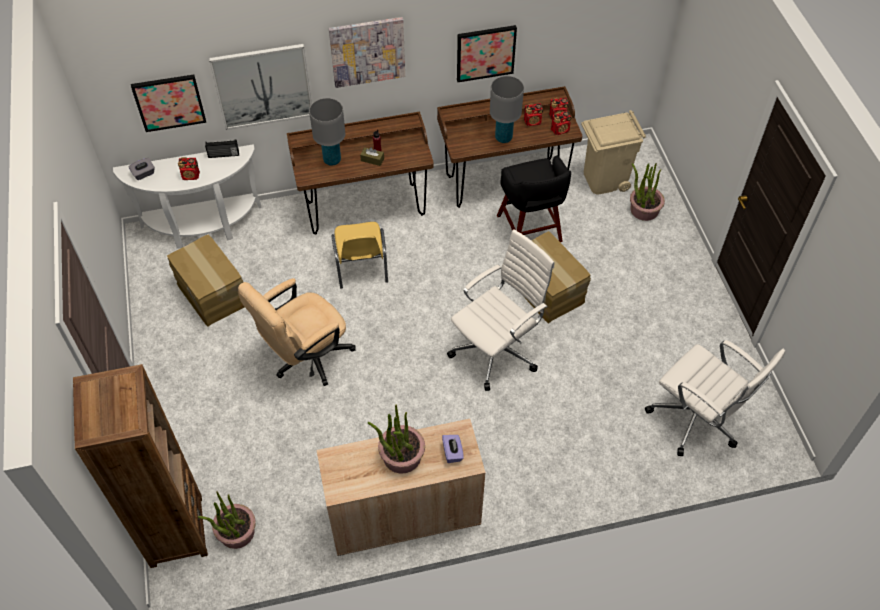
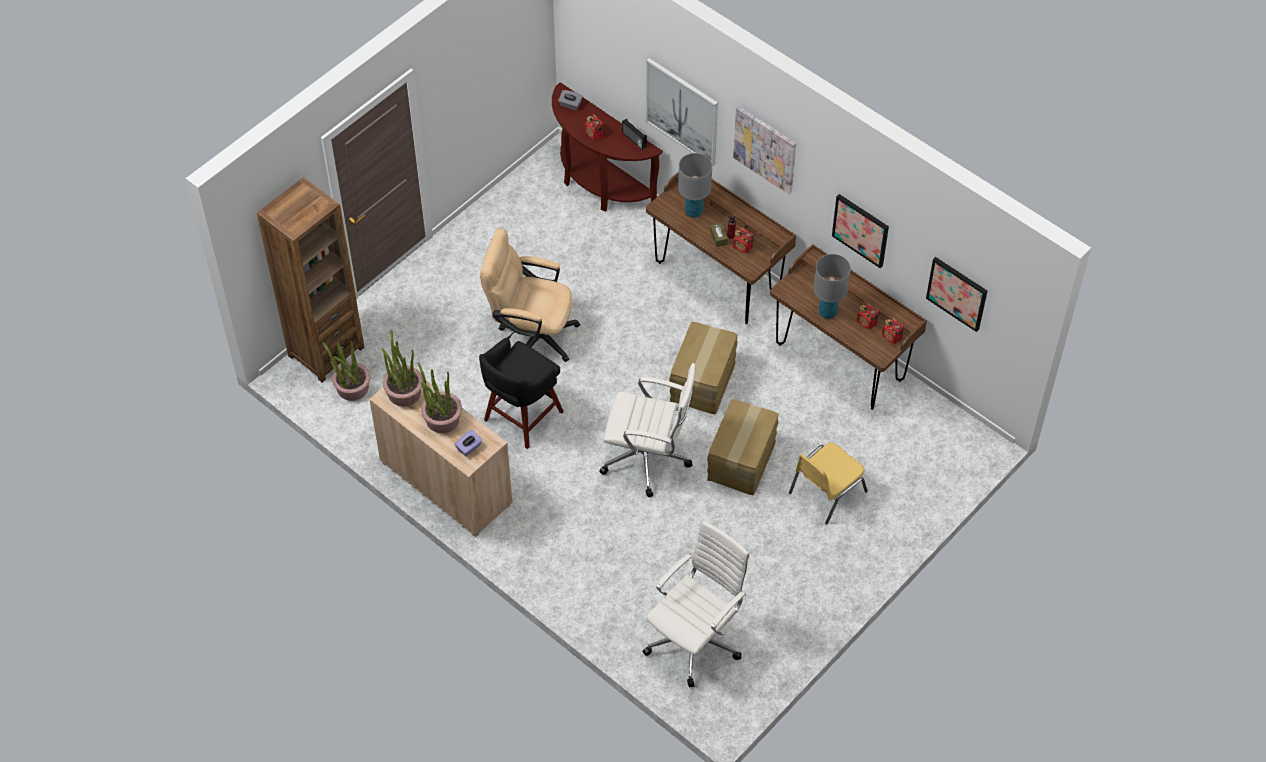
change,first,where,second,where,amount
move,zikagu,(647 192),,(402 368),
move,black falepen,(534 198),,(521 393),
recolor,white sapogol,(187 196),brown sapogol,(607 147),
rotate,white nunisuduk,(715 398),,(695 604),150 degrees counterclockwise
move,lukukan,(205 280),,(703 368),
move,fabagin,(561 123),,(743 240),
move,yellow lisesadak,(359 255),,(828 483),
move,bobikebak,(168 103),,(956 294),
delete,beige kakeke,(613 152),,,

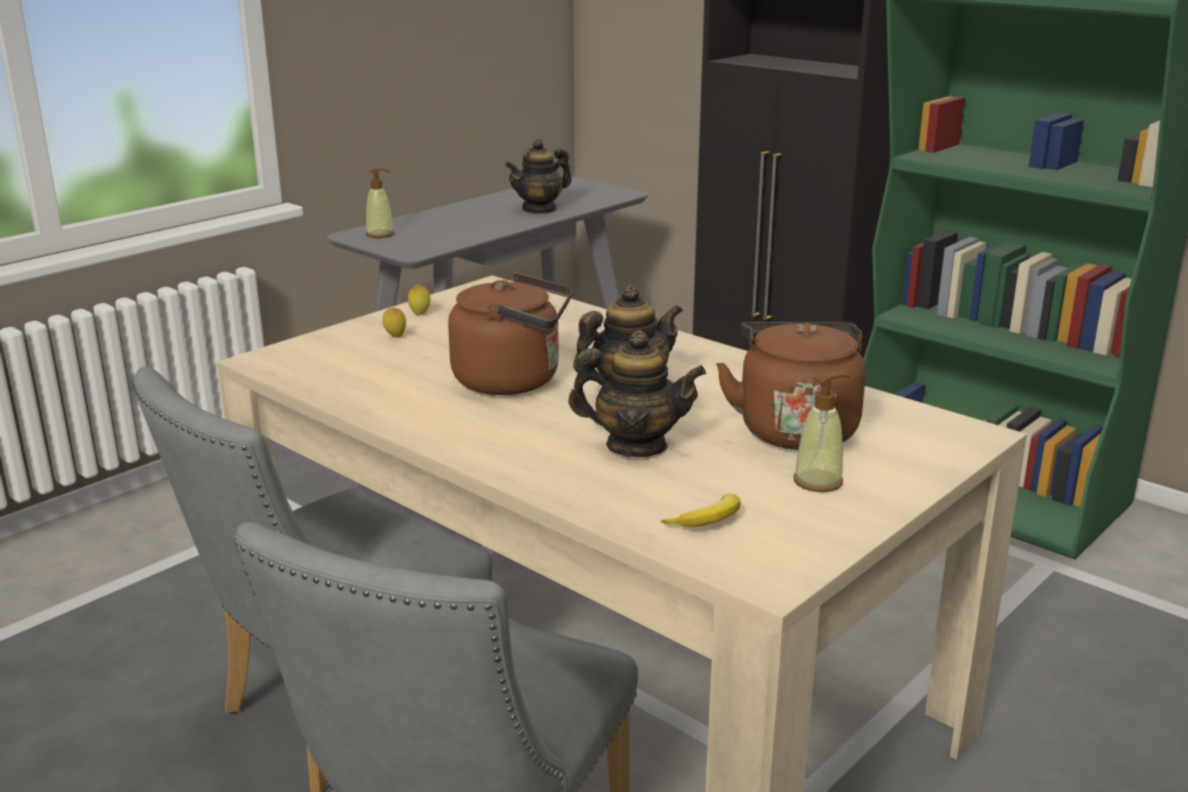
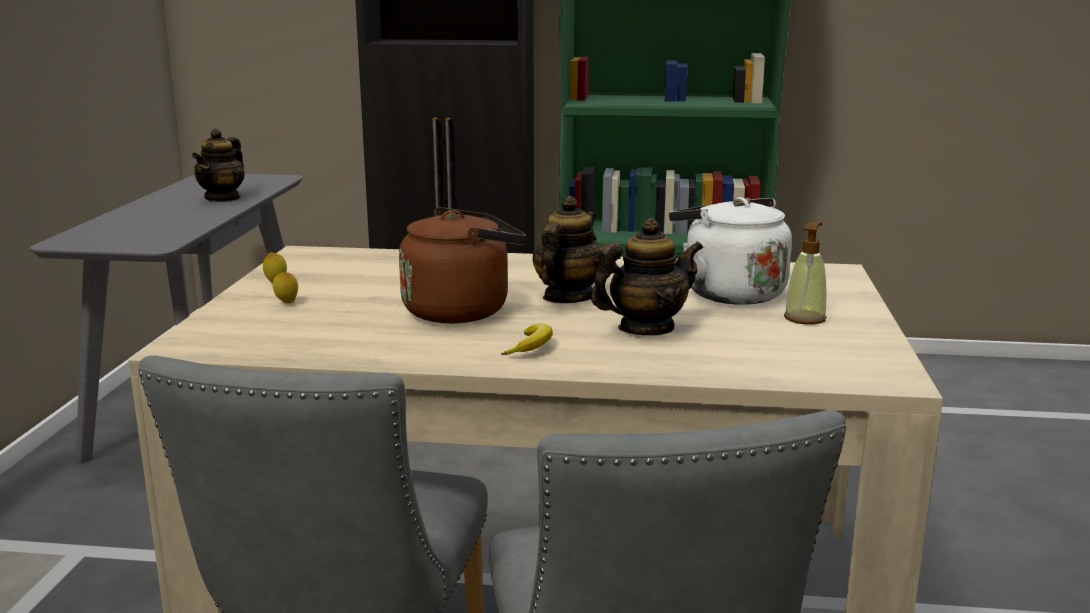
change,first,where,second,where,amount
move,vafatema,(700 510),,(527 339),
recolor,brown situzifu,(791 386),white situzifu,(730 251),
delete,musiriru,(380 203),,,

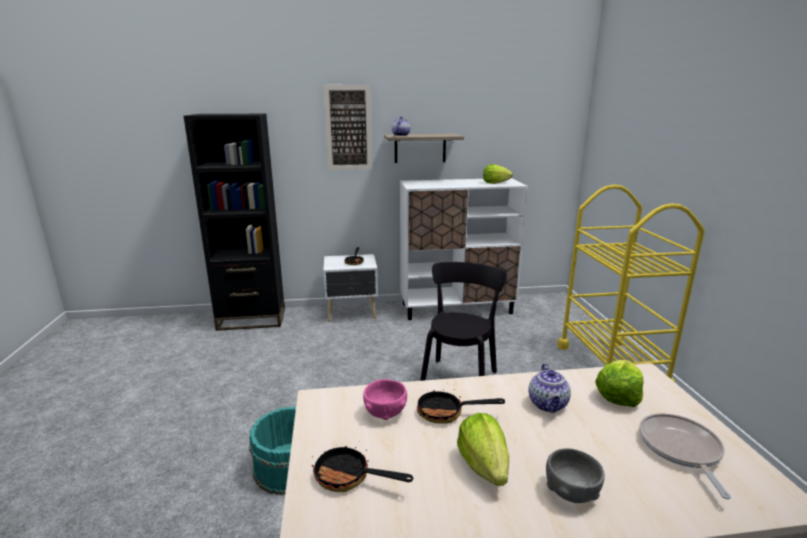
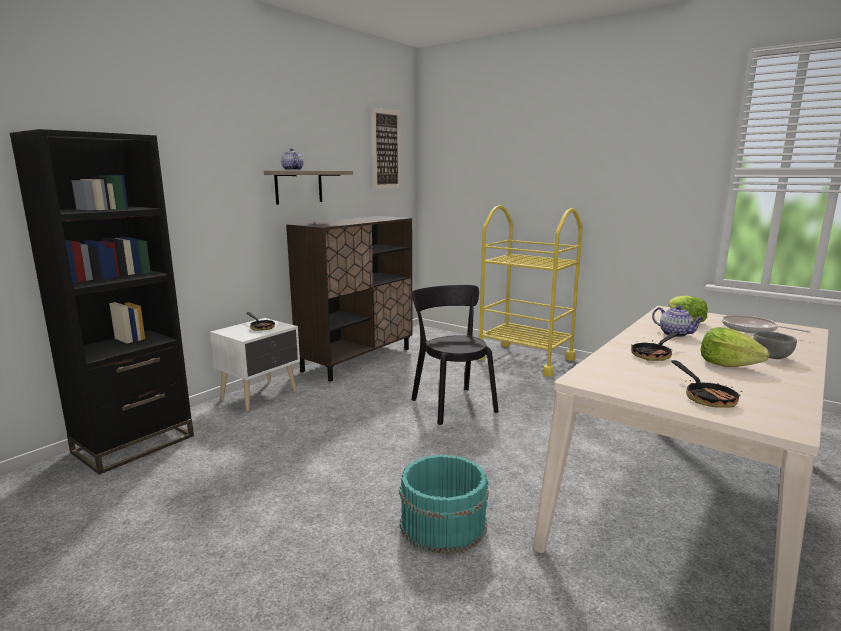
change,first,where,second,where,amount
recolor,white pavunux,(464 249),brown pavunux,(349 299),
move,bobikebak,(347 127),,(386 148),
rotate,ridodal,(362 466),,(707 384),75 degrees counterclockwise
delete,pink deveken,(385 399),,,
delete,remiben,(498 174),,,

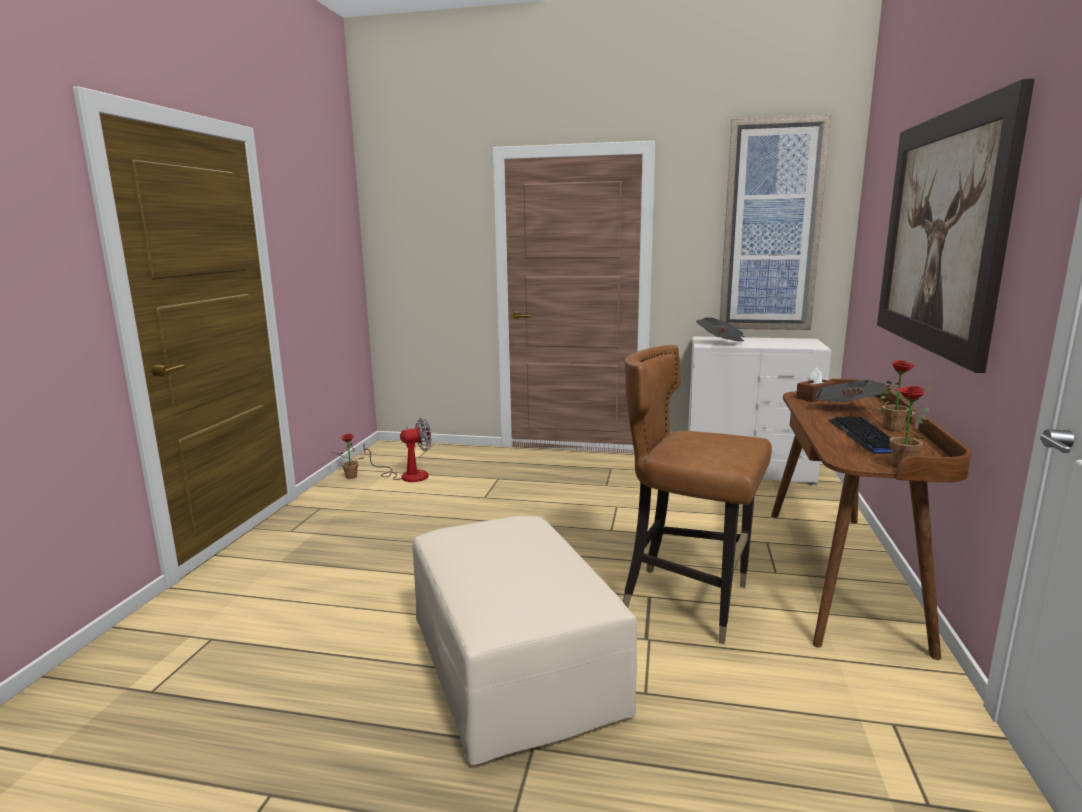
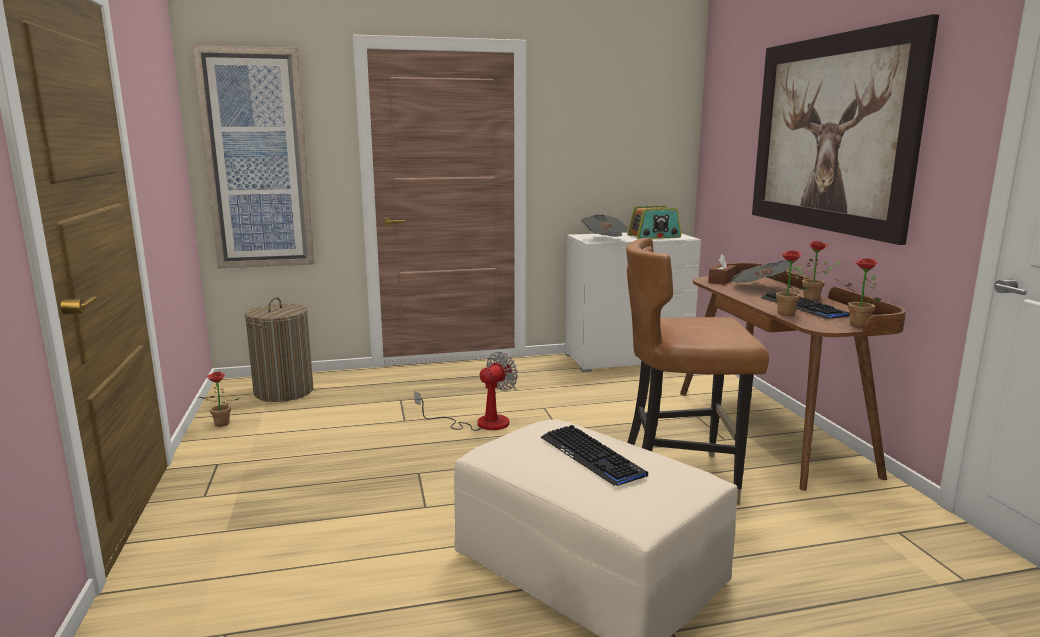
change,first,where,second,where,amount
move,bobikebak,(775 222),,(253 156),
insert,,,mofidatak,(279 349),
move,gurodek,(397 450),,(466 391),
insert,,,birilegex,(594 455),
insert,,,fabagin,(654 222),
insert,,,zikagu,(786 283),

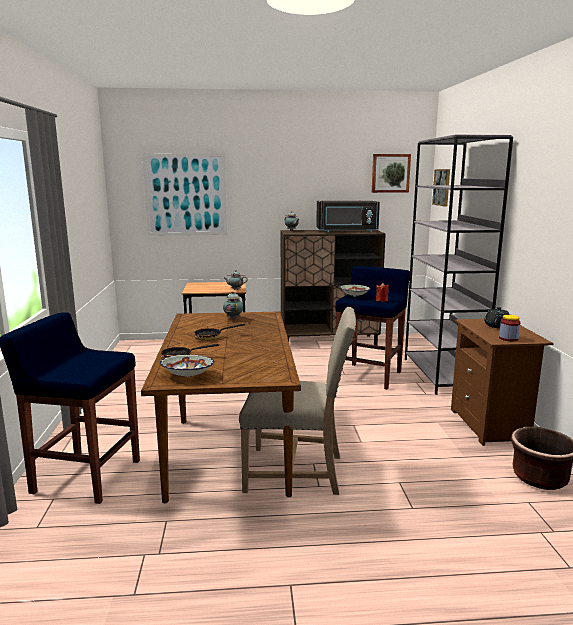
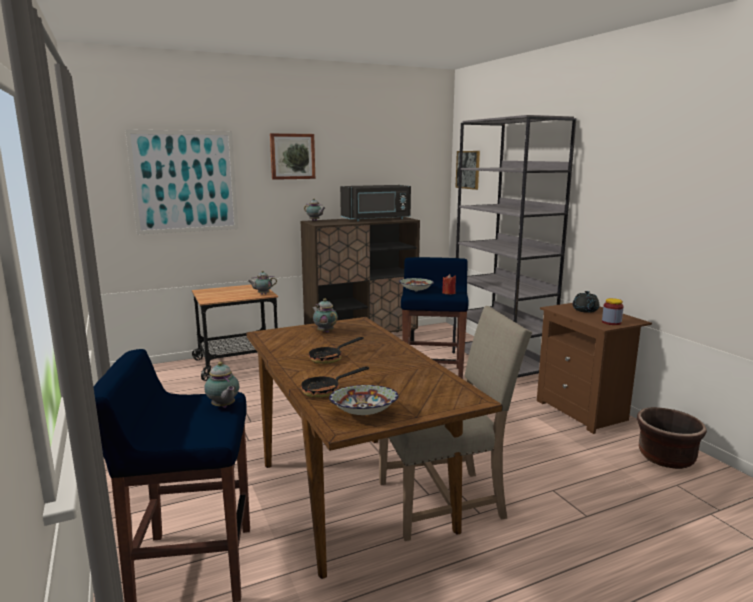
change,first,where,second,where,amount
insert,,,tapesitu,(221 385),
move,bobikebak,(391 173),,(292 156),

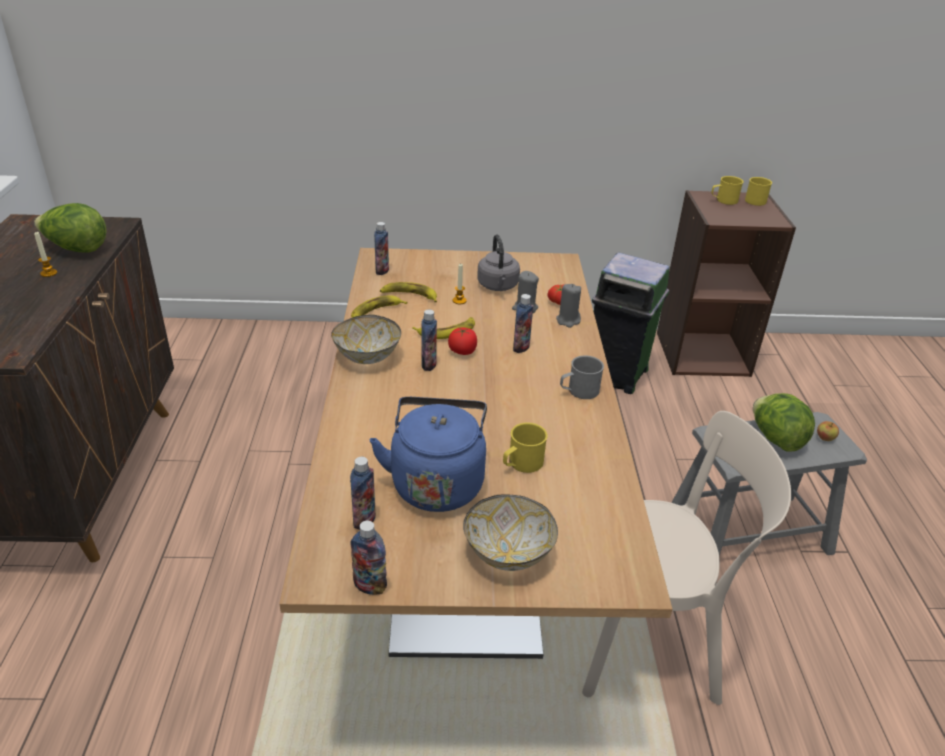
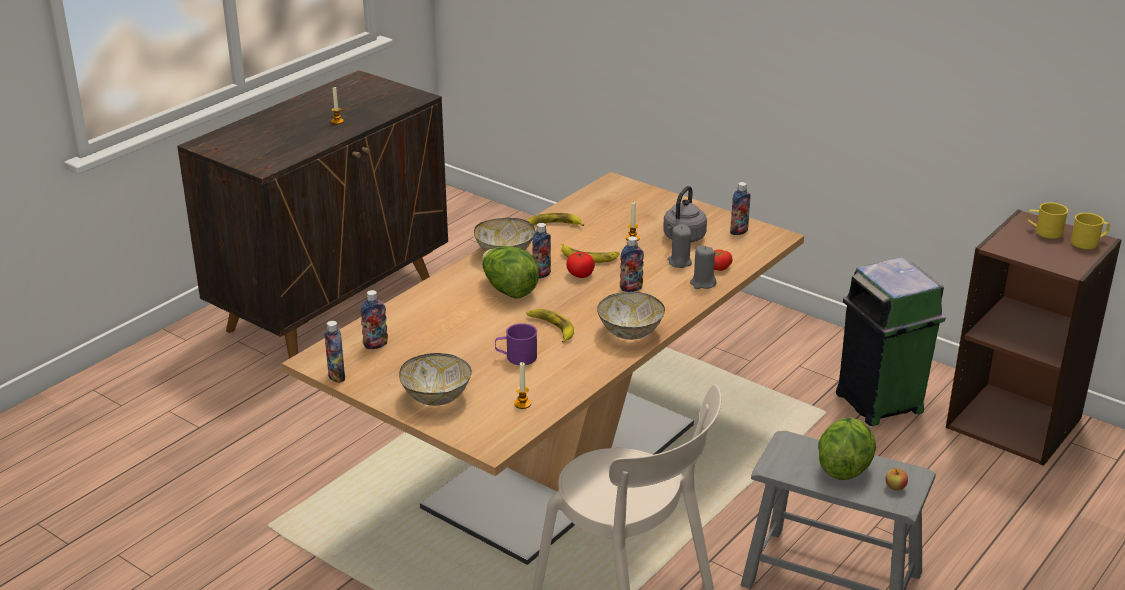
change,first,where,second,where,amount
move,remiben,(70 227),,(510 272),
recolor,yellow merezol,(525 448),purple merezol,(516 344),
insert,,,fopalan,(522 385),
move,vafatema,(408 292),,(550 326),
replace,grey merezol,(582 377),deveken,(631 316),
move,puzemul,(381 248),,(740 208),
delete,blue situzifu,(428 454),,,

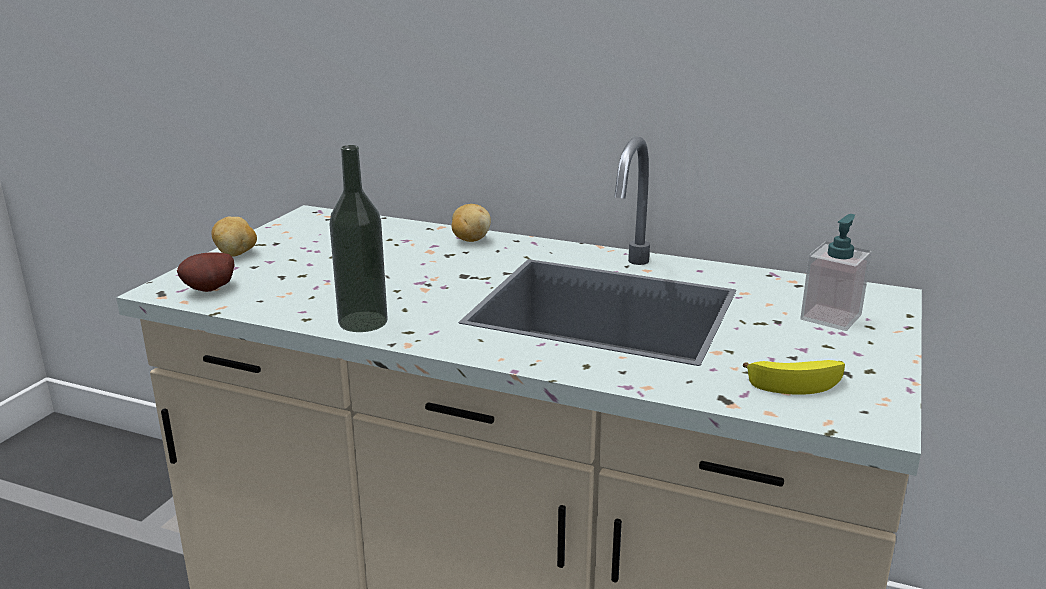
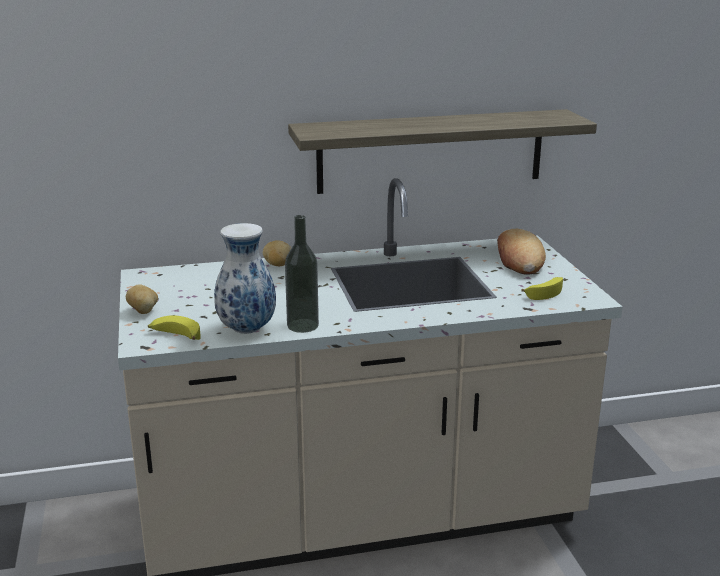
change,first,where,second,where,amount
replace,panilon,(206 272),vafatema,(174 327),
insert,,,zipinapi,(245 278),
insert,,,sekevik,(442 151),
replace,musiriru,(836 272),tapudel,(521 252),

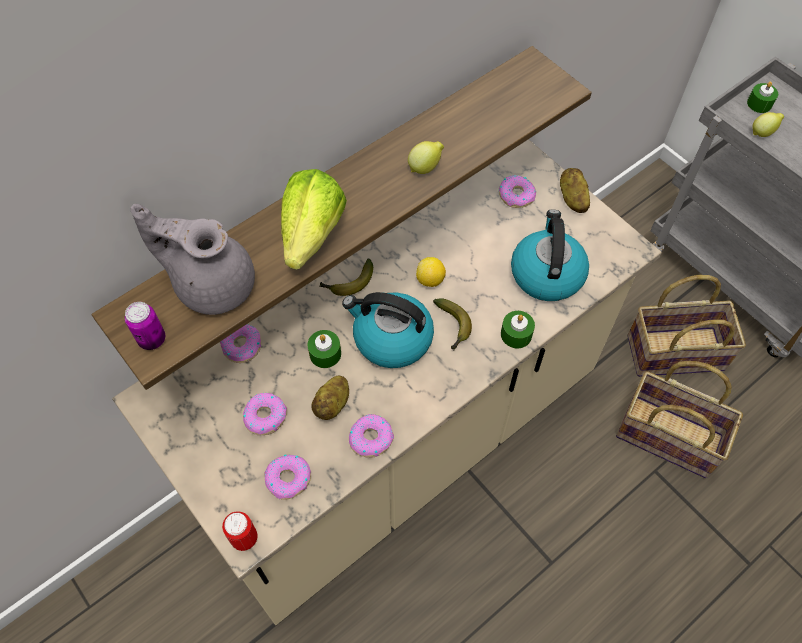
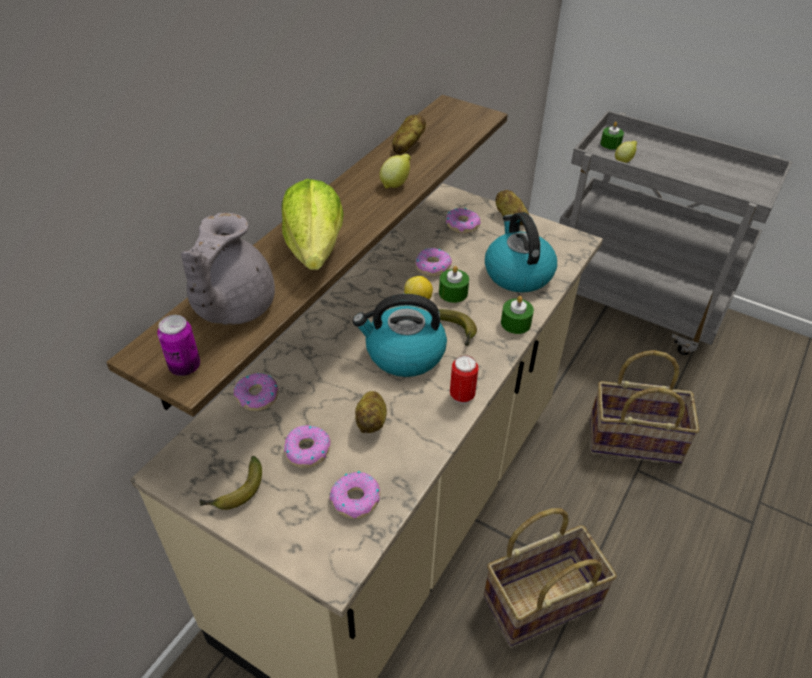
change,first,where,second,where,amount
rotate,grey tapesitu,(193 259),,(228 269),75 degrees counterclockwise
move,vafatema,(346 277),,(231 483),
insert,,,panilon,(409 134),
move,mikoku,(371 436),,(433 262),
move,green fopalan,(324 349),,(454 284),
move,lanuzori,(239 531),,(464 379),
move,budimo,(686 326),,(550 577),

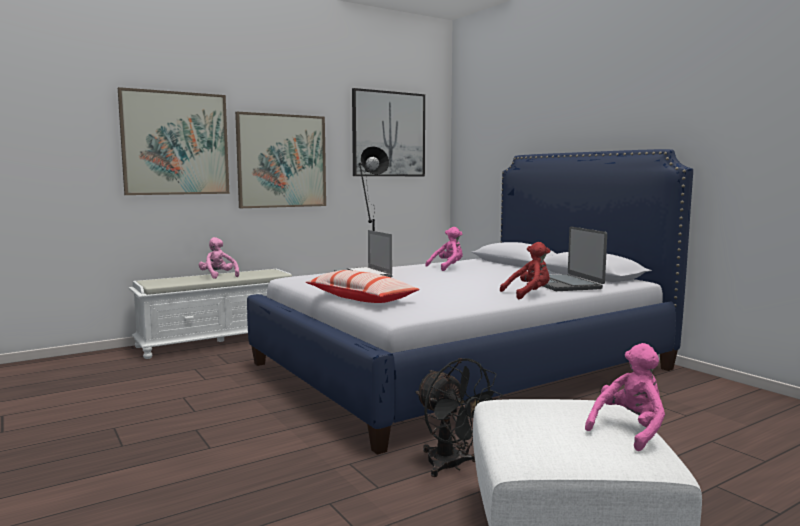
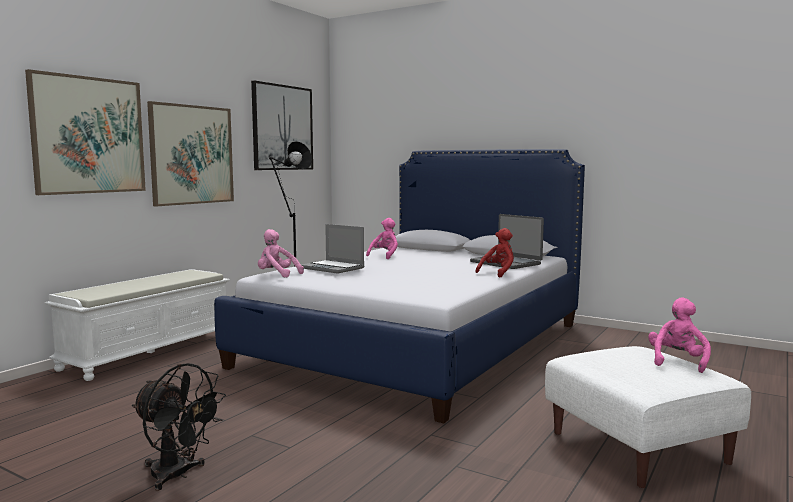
change,first,where,second,where,amount
move,black gurodek,(459 417),,(179 427),
move,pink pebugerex,(219 258),,(281 253),
delete,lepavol,(362 286),,,

